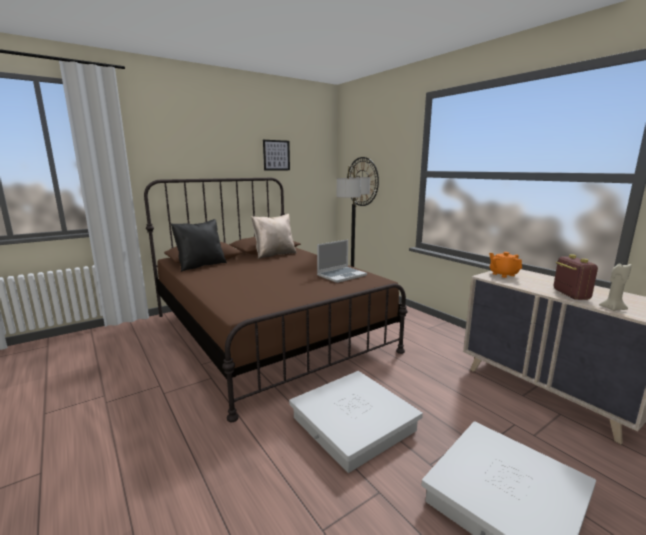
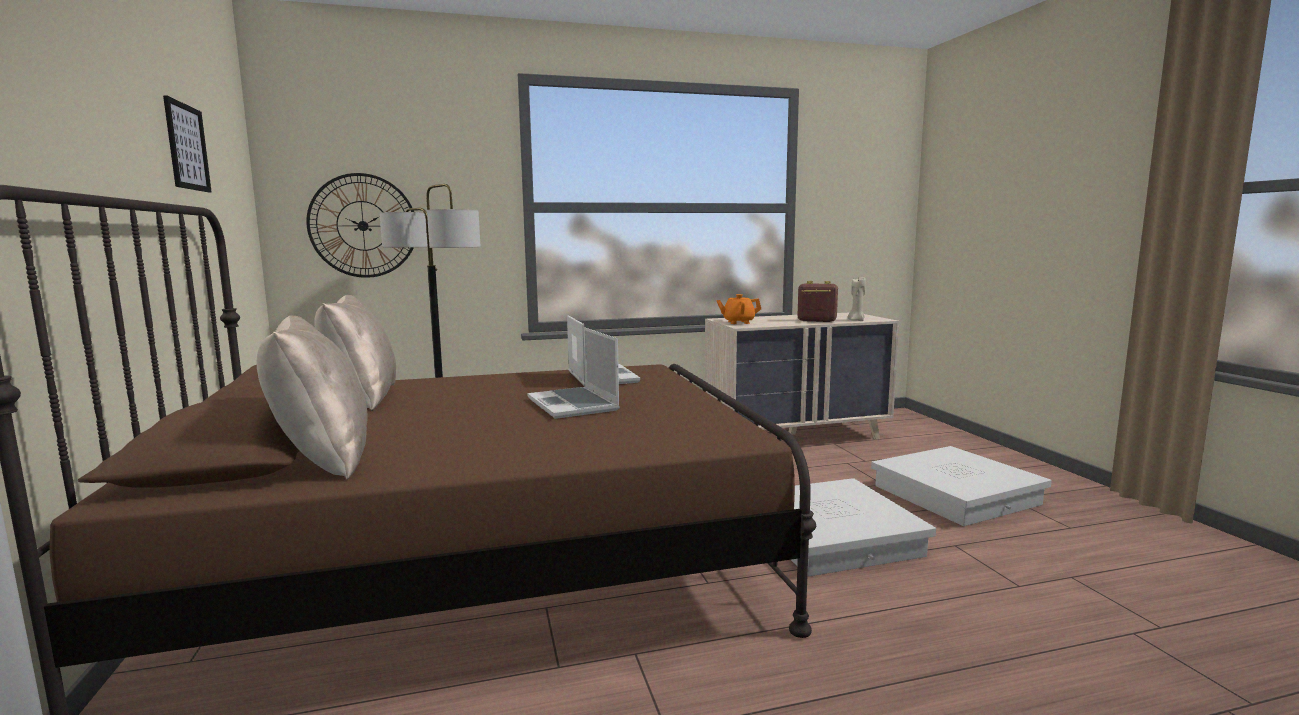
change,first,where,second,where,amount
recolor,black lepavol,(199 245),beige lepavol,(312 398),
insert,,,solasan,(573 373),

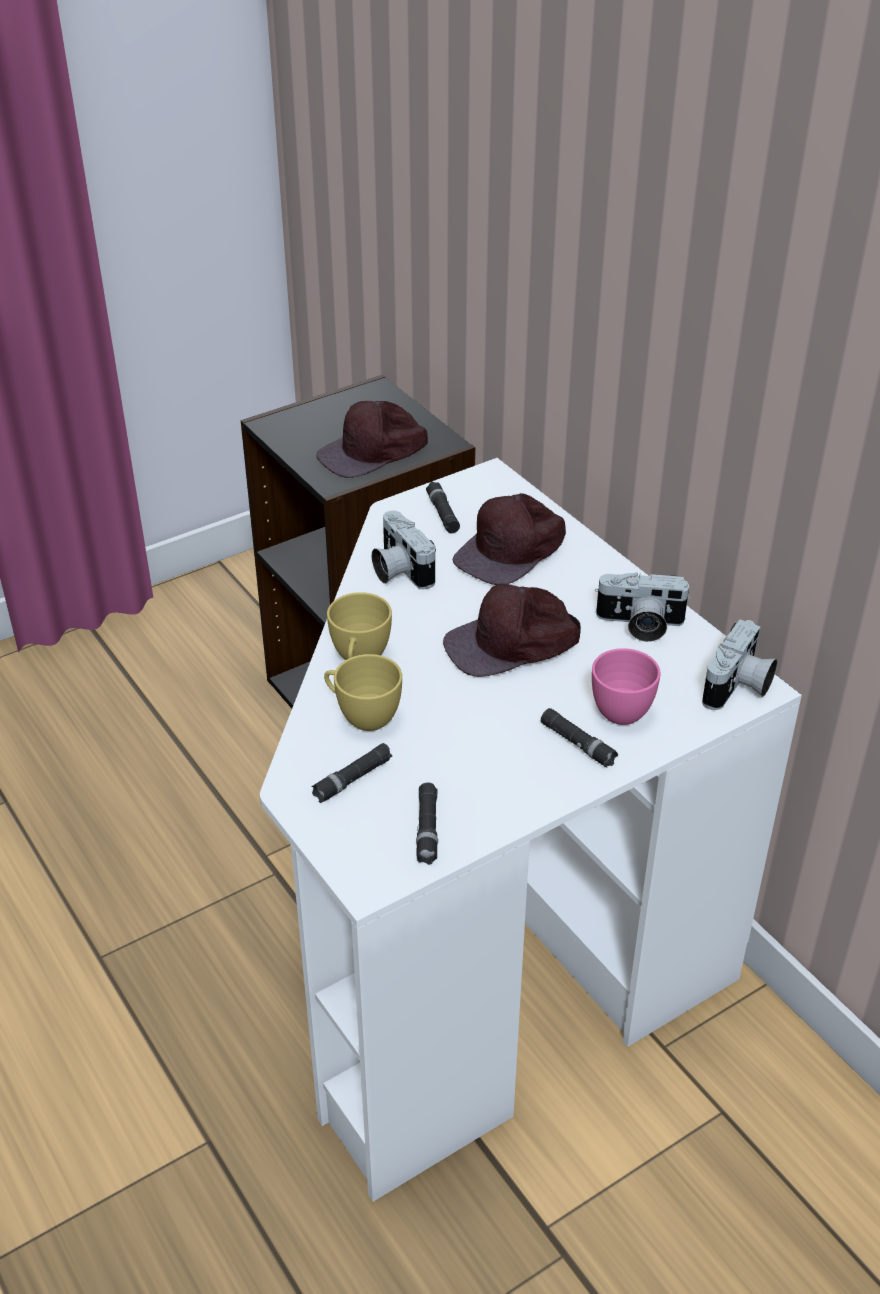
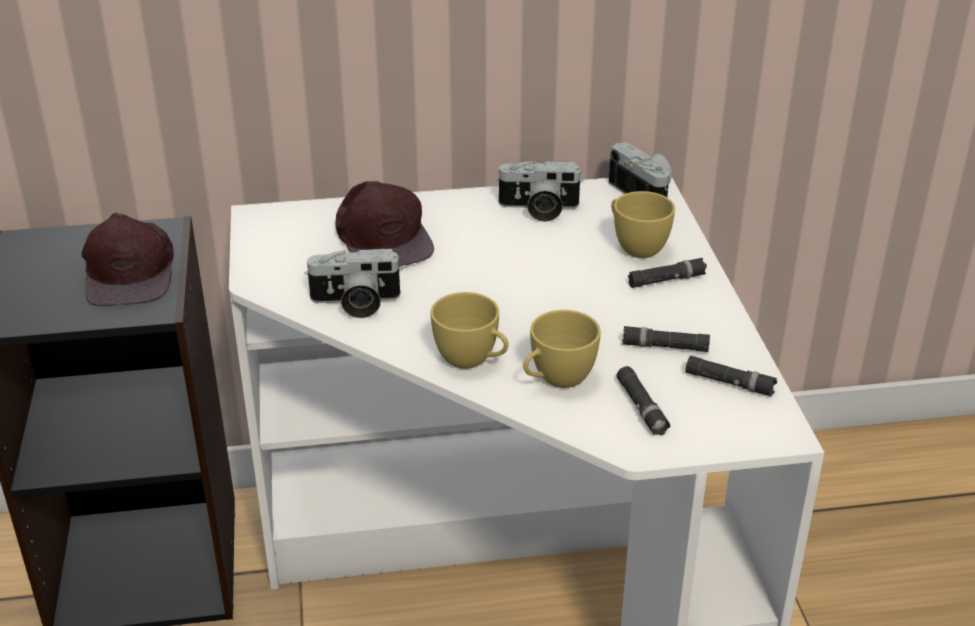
change,first,where,second,where,amount
rotate,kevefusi,(643 607),,(539 191),60 degrees clockwise
recolor,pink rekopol,(626 686),yellow rekopol,(643 224),
move,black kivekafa,(443 508),,(666 339),
delete,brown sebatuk,(512 630),,,

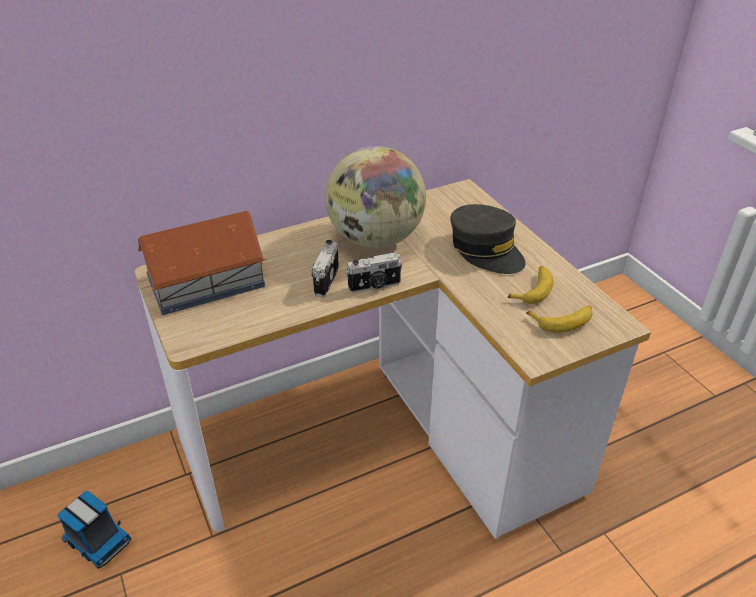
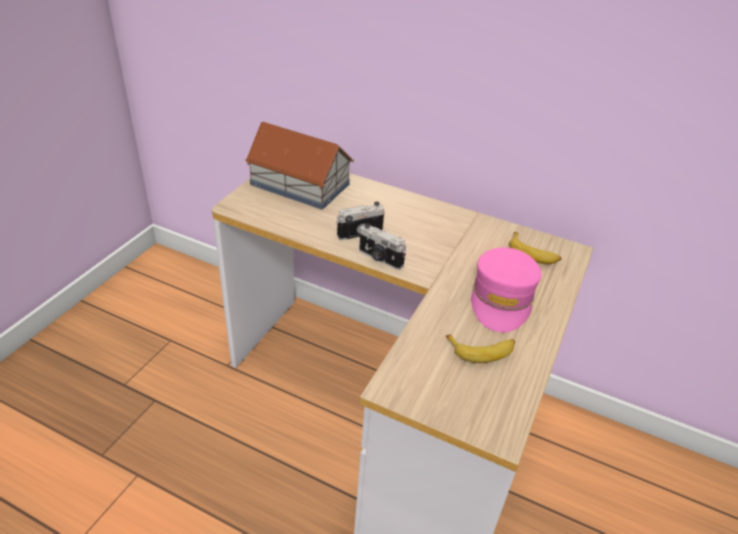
change,first,where,second,where,amount
recolor,grey sebatuk,(488 239),pink sebatuk,(506 289),
move,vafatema,(559 319),,(535 248),
delete,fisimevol,(94 530),,,
delete,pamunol,(375 197),,,

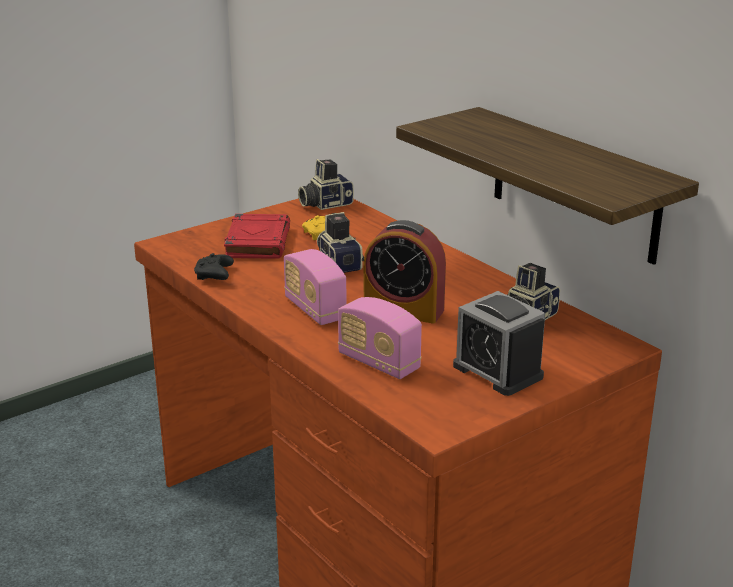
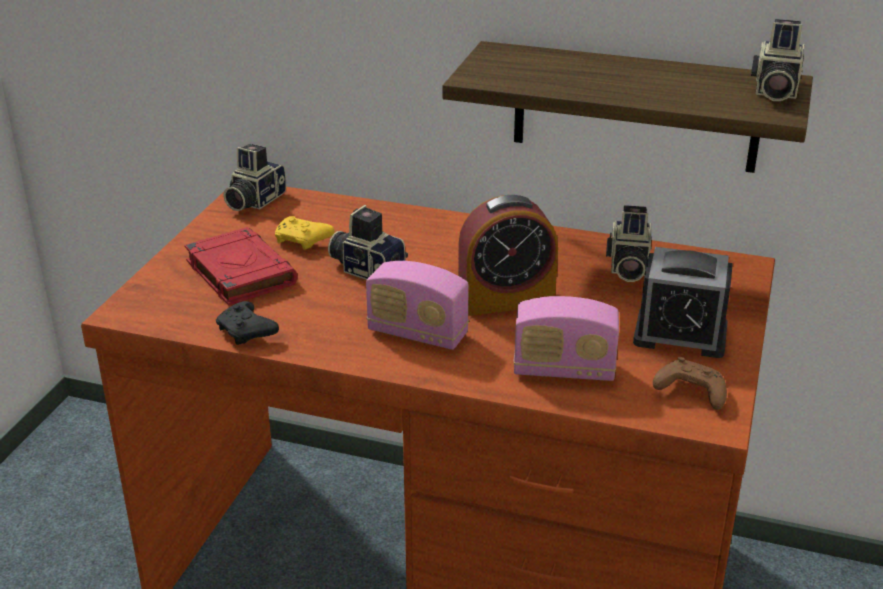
change,first,where,second,where,amount
insert,,,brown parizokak,(690 383),
insert,,,kevefusi,(777 60),

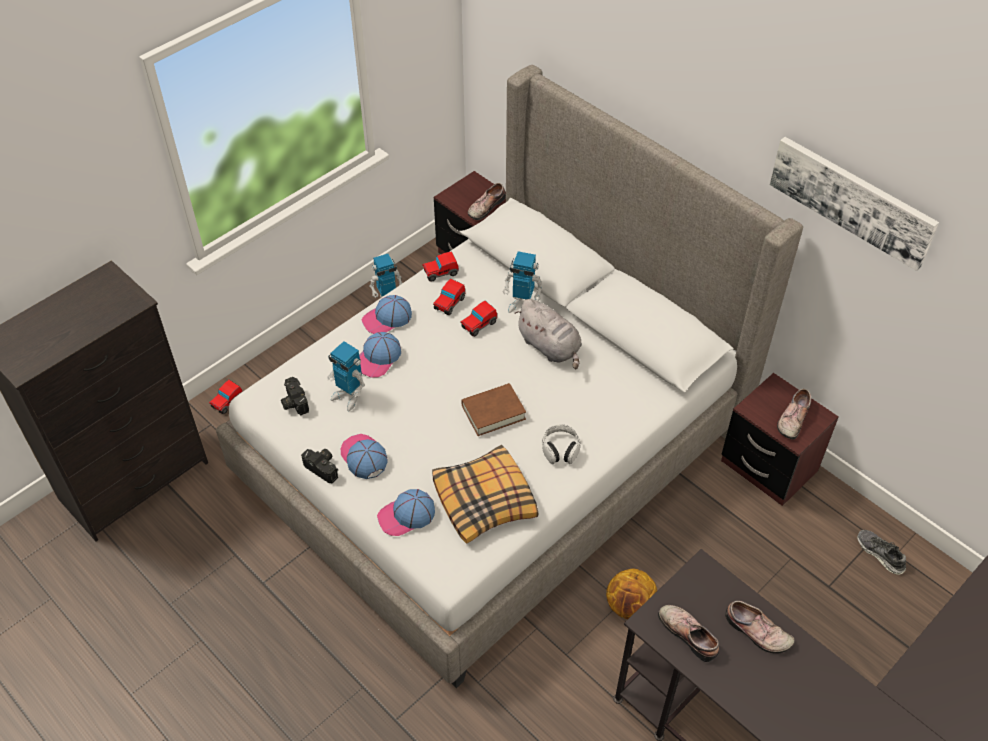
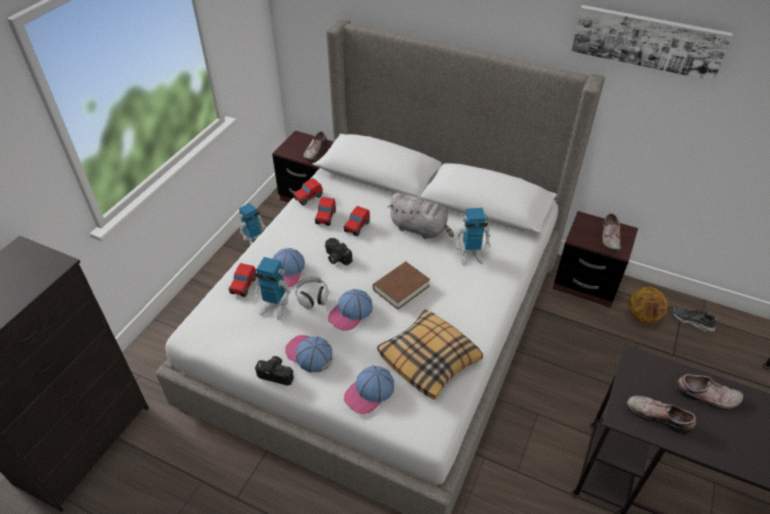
change,first,where,second,where,amount
move,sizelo,(226 397),,(242 280),
move,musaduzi,(561 444),,(311 292),
move,kevefusi,(295 396),,(338 252),
move,sebatuk,(387 314),,(350 310),
move,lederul,(523 282),,(473 236),
move,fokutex,(631 594),,(648 305),

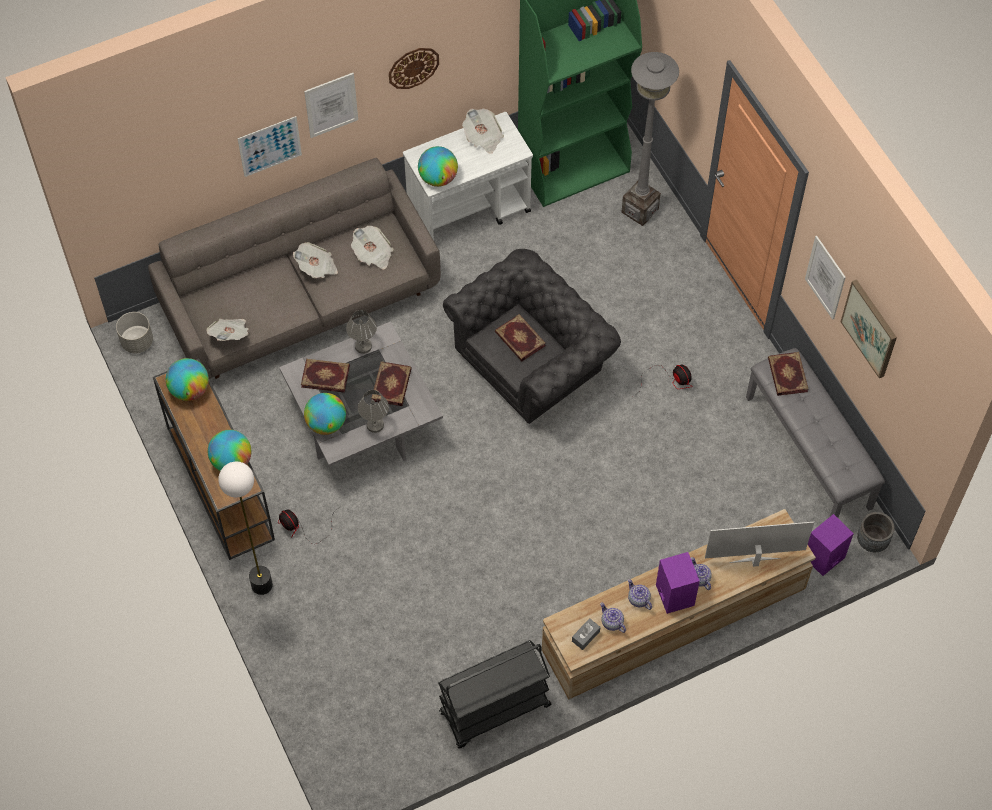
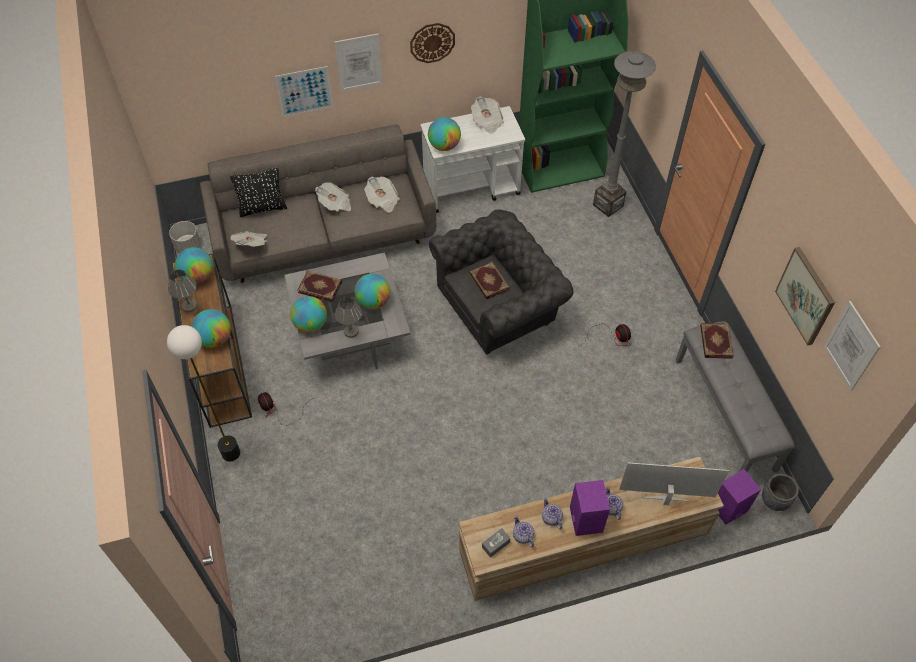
change,first,where,second,where,amount
move,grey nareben,(361 332),,(182 291),
insert,,,black lepavol,(258 192),
replace,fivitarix,(391 383),pamunol,(372 291),
move,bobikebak,(825 278),,(851 346),
delete,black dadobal,(494 694),,,

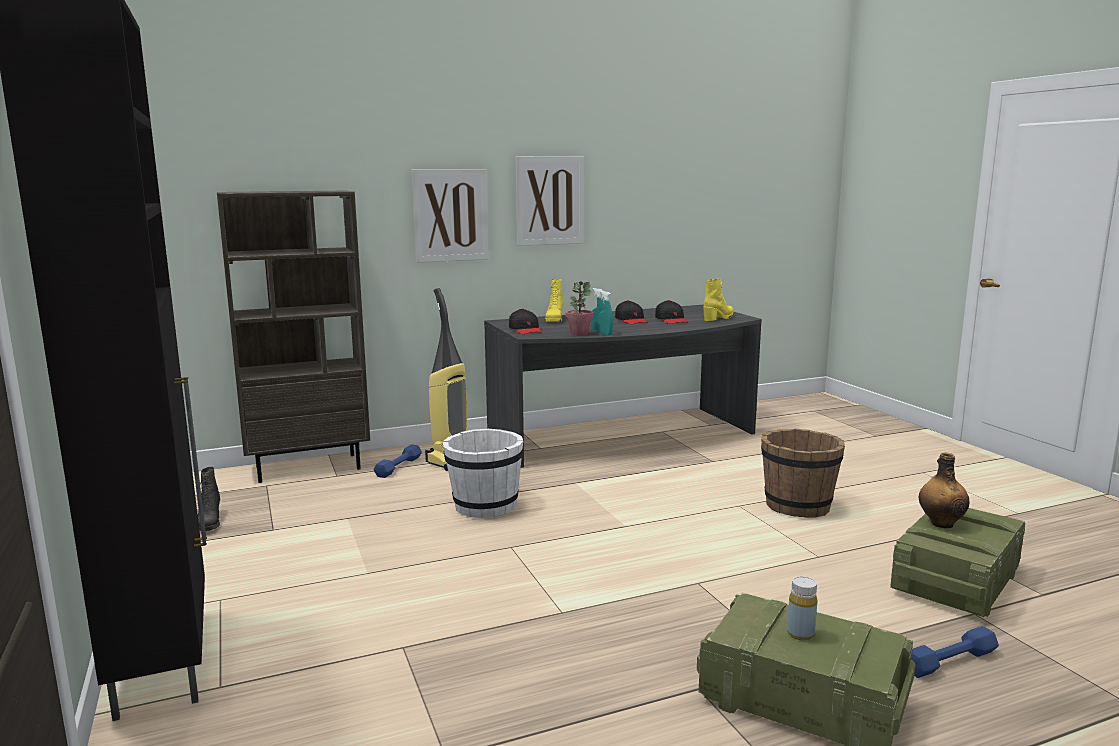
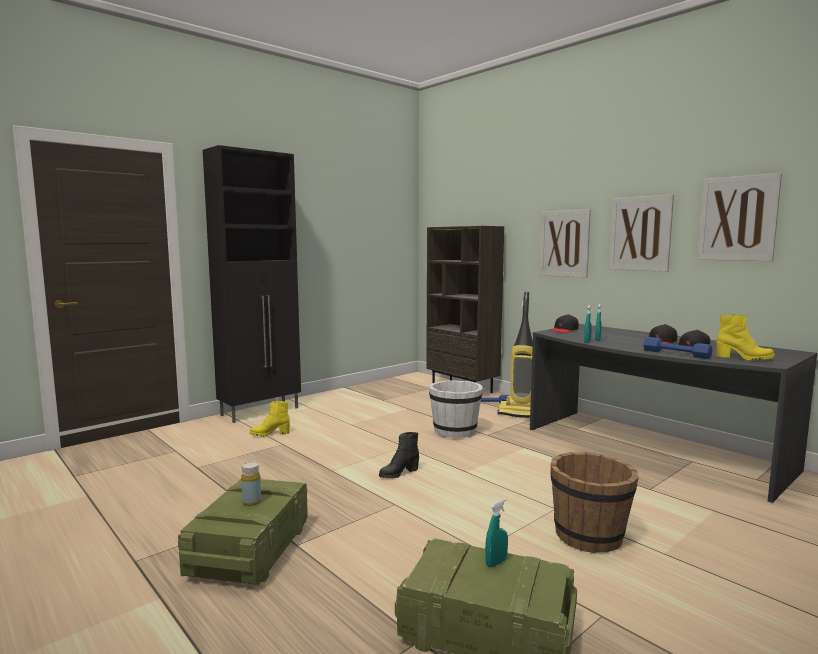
change,first,where,second,where,amount
move,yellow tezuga,(554 300),,(270 419),
move,black tezuga,(209 499),,(399 455),
replace,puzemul,(944 490),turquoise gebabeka,(496 532),
move,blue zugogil,(955 652),,(678 348),
insert,,,bobikebak,(739 217),
delete,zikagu,(580 308),,,

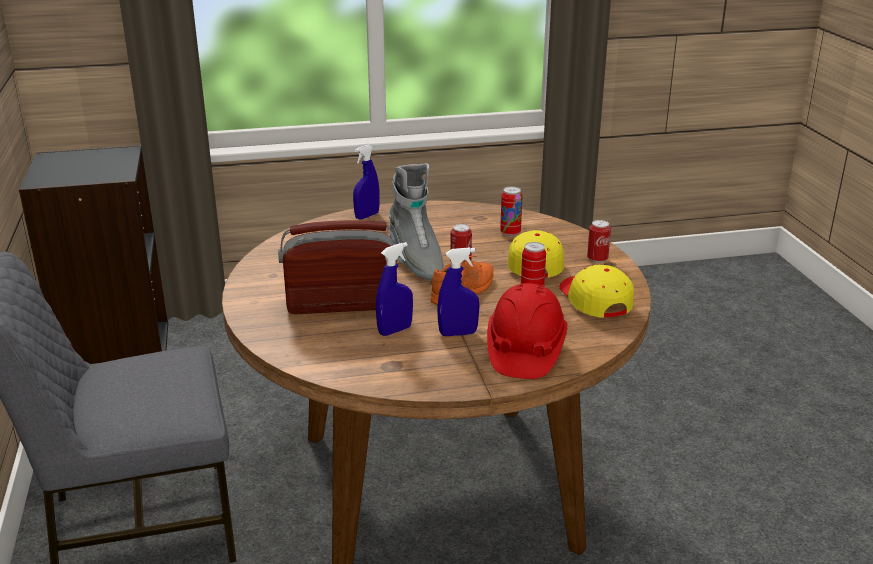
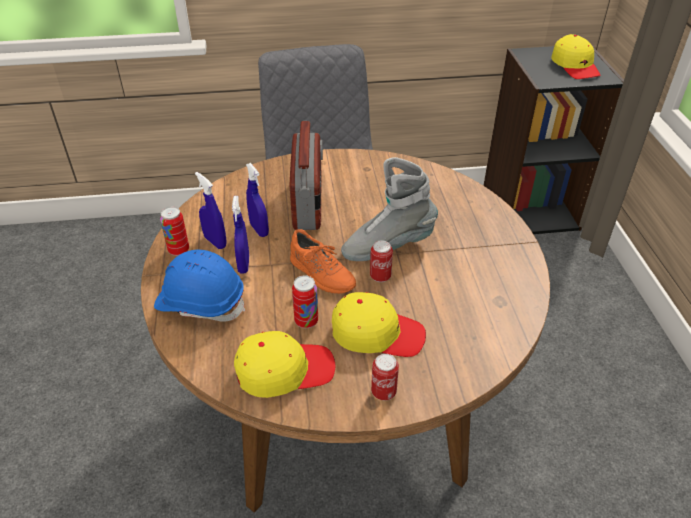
change,first,where,second,where,amount
recolor,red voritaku,(527 331),blue voritaku,(199 286),
move,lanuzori,(511 211),,(174 231),
move,blue gebabeka,(366 182),,(211 210),
insert,,,yellow sebatuk,(576 56),

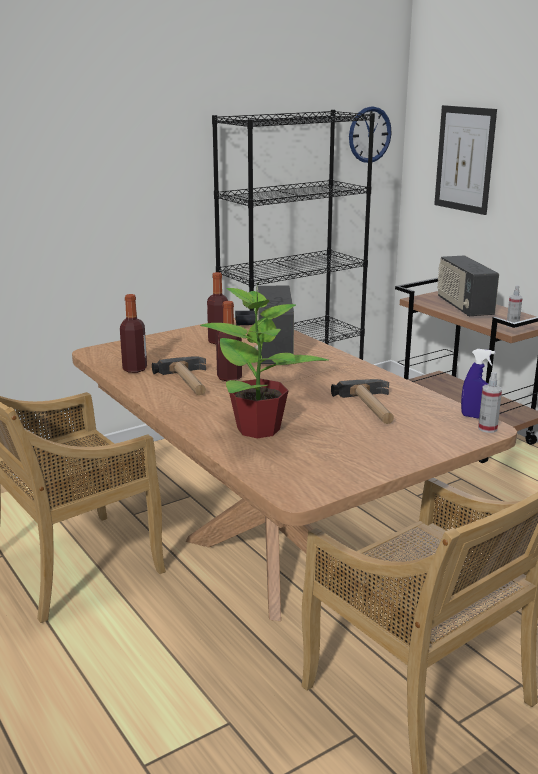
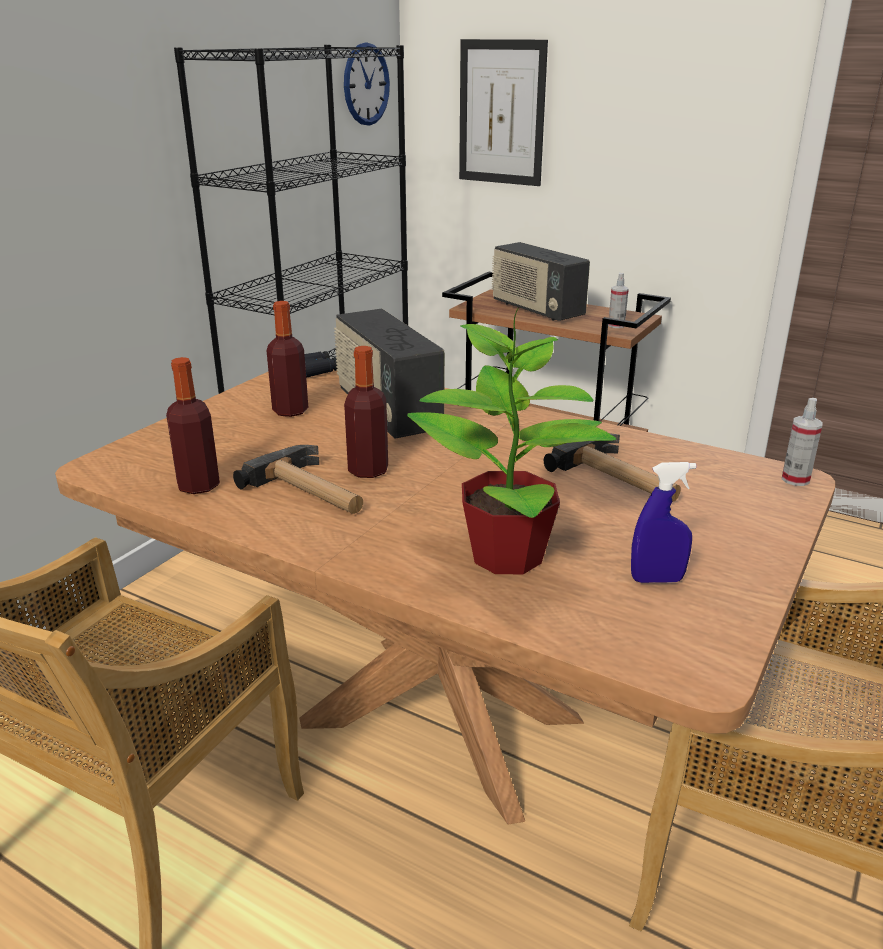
change,first,where,second,where,amount
move,blue gebabeka,(478 384),,(663 522),

